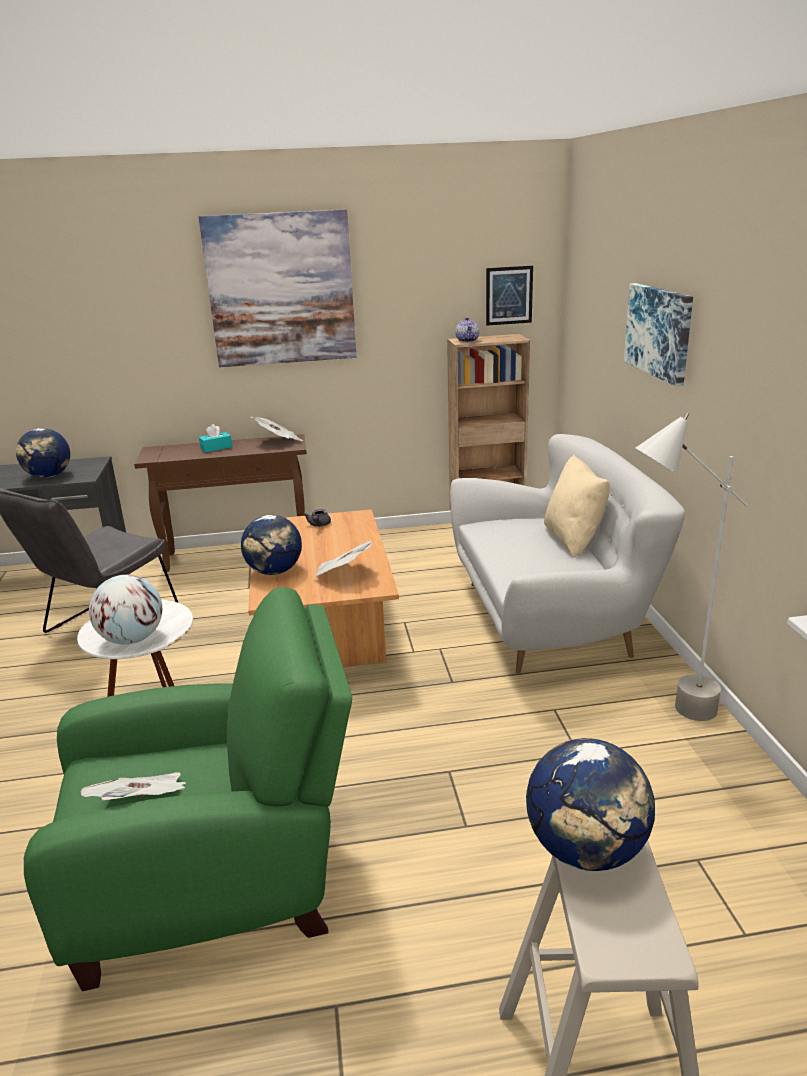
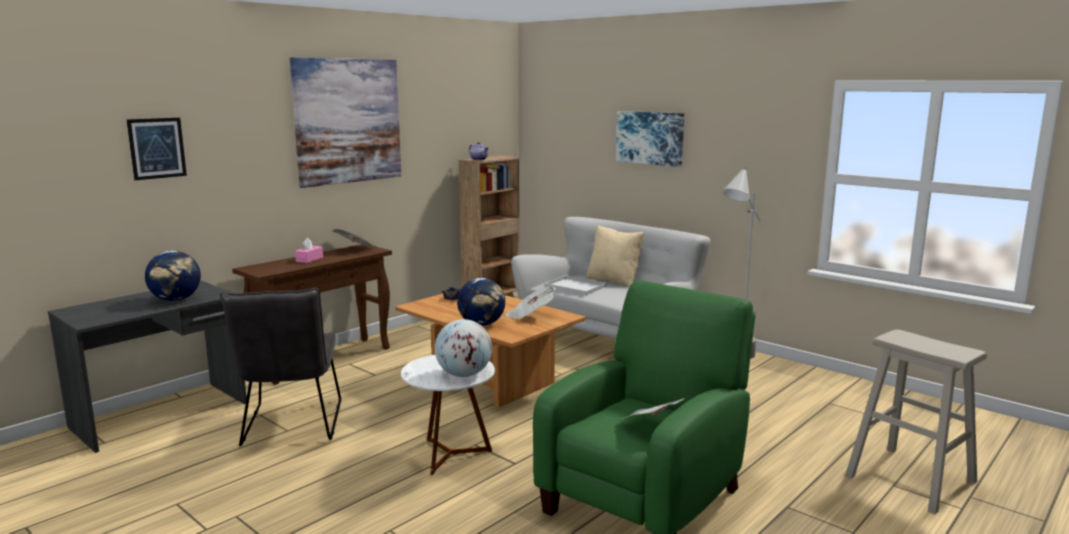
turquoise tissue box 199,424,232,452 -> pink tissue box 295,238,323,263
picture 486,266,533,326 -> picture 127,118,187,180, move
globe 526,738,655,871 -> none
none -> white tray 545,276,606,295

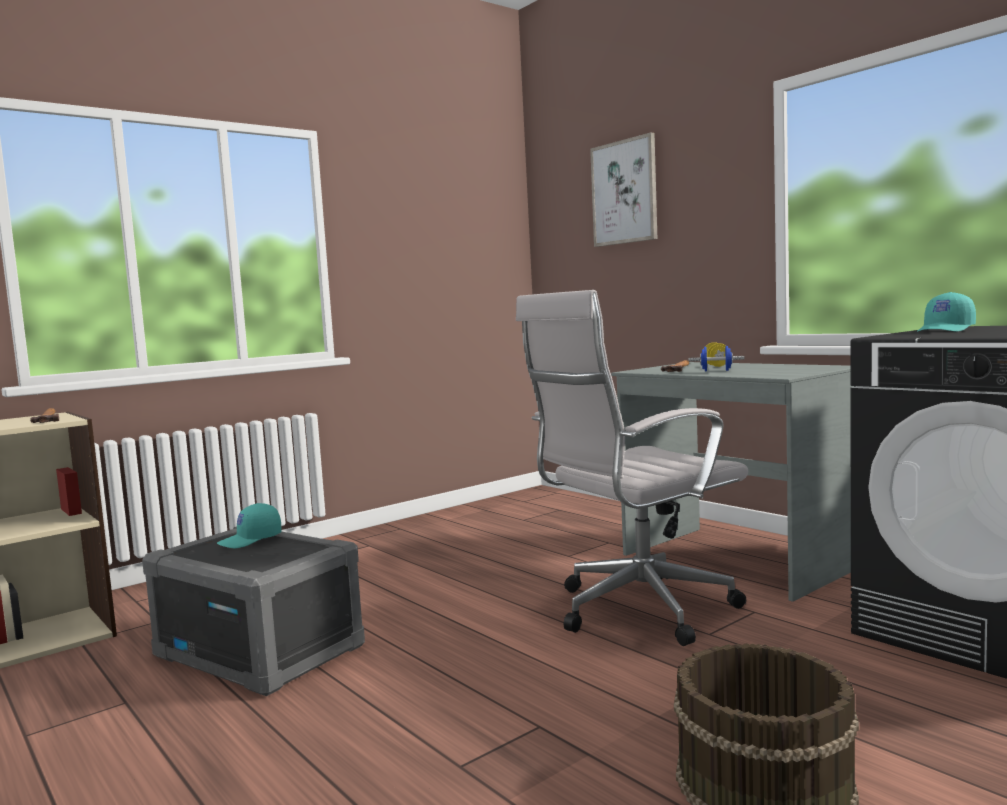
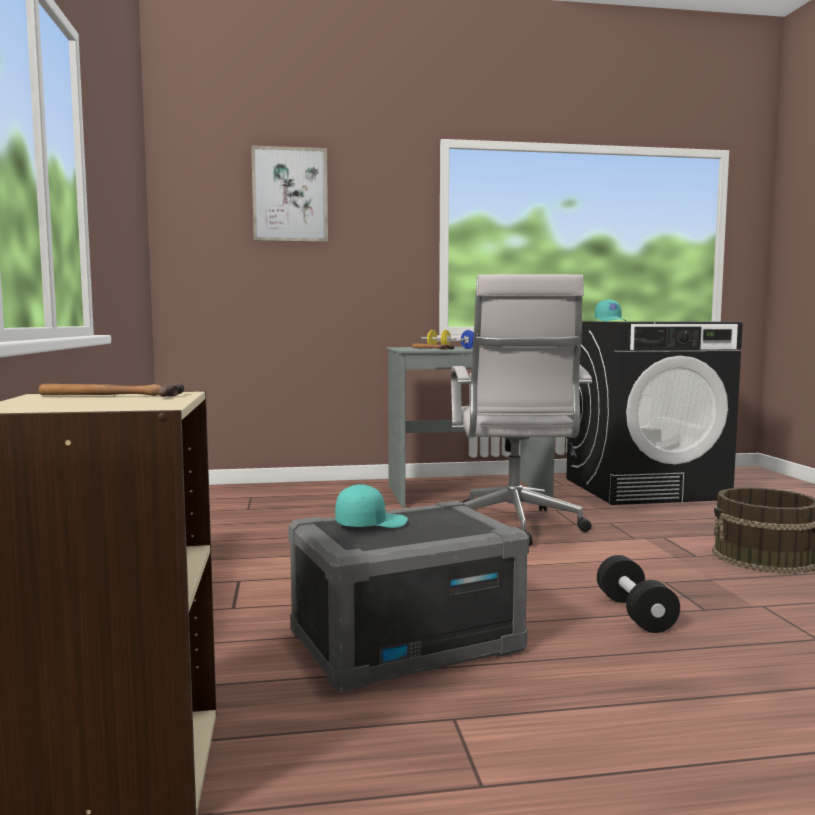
turquoise cap 217,503,282,548 -> turquoise cap 335,484,408,528, 105 degrees counterclockwise
none -> black dumbbell 597,555,680,633

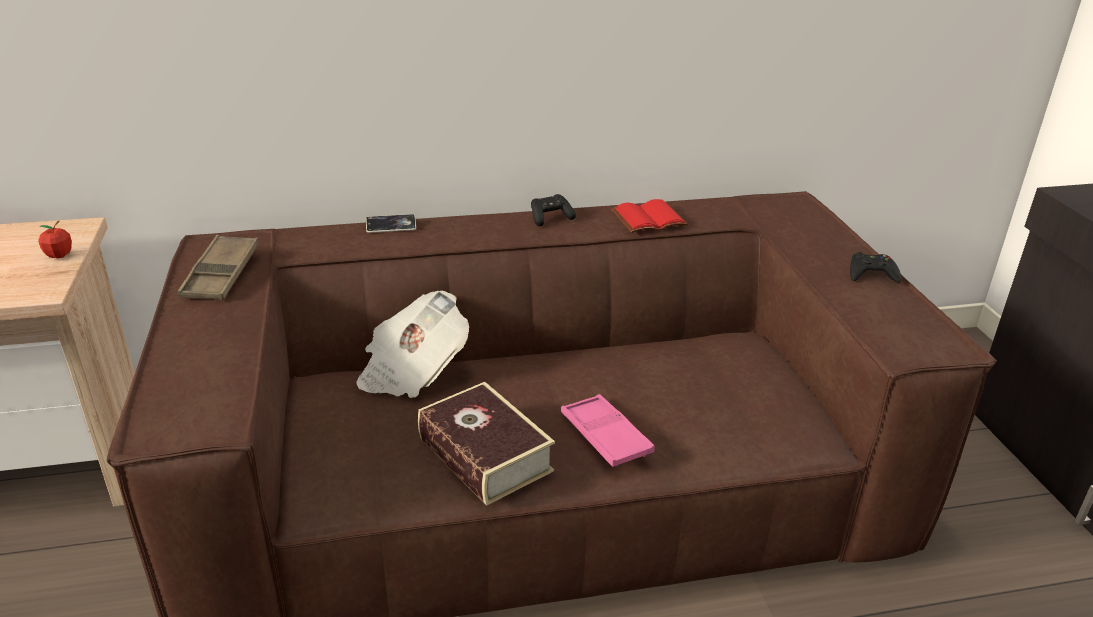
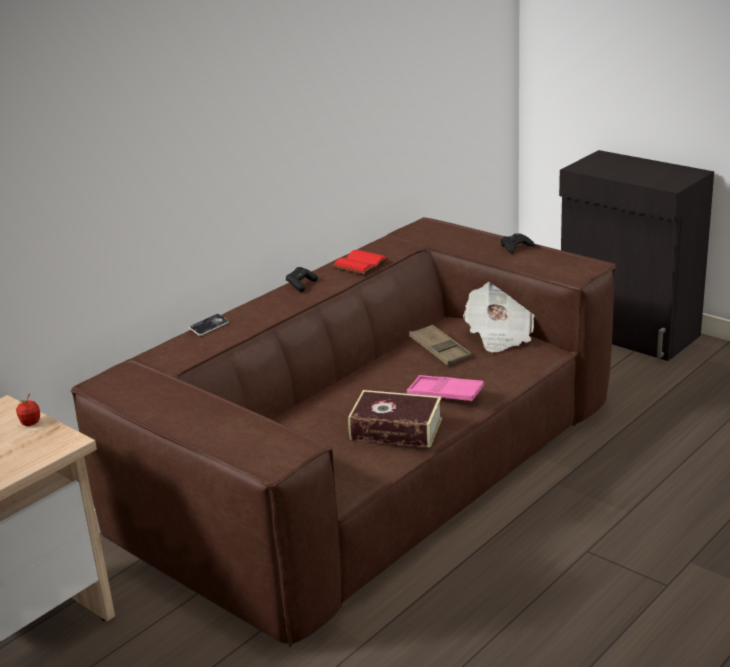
brown tray 178,235,259,300 -> brown tray 409,324,472,366, move
newspaper 356,291,469,398 -> newspaper 463,282,534,353, move

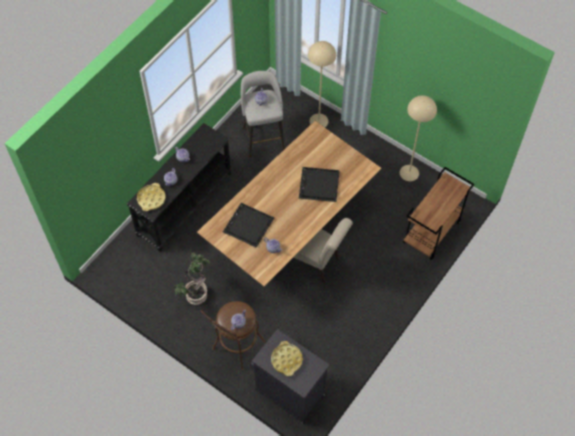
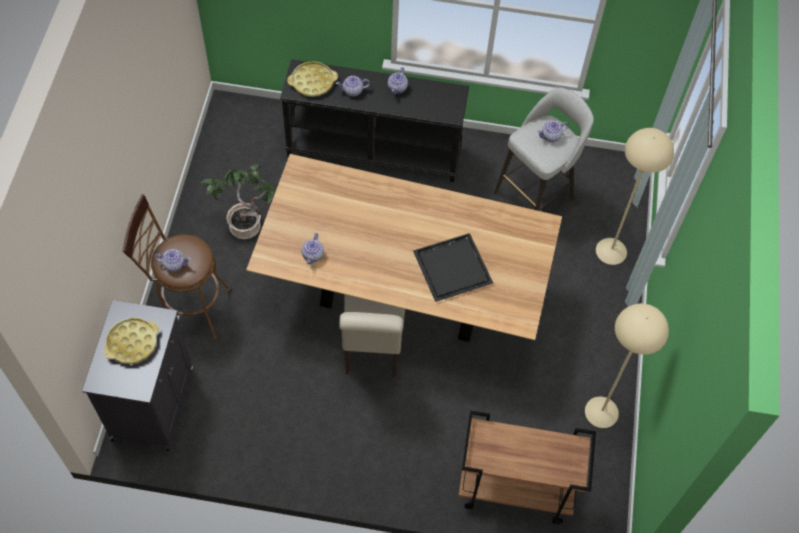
black tray 223,203,274,248 -> none

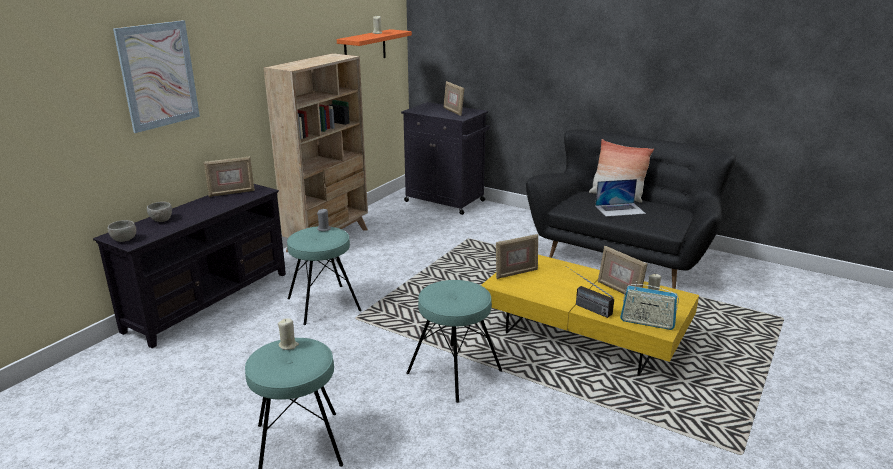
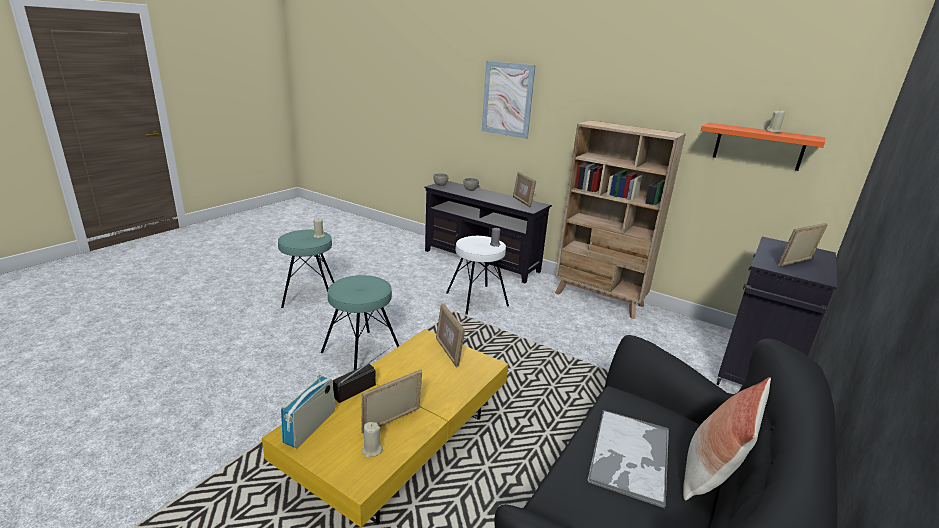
turquoise stool 287,226,362,325 -> white stool 446,236,509,315
laptop 595,179,646,217 -> tray 587,410,669,508

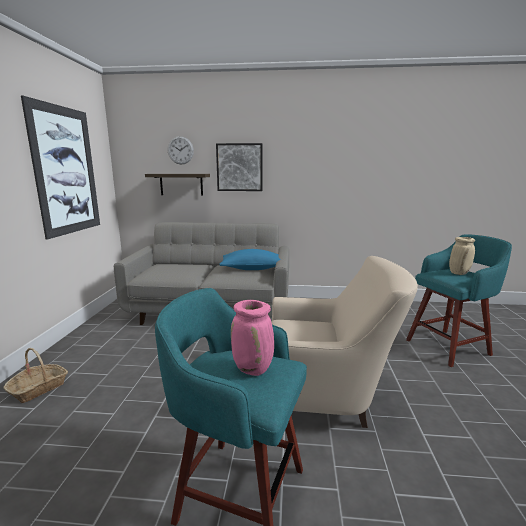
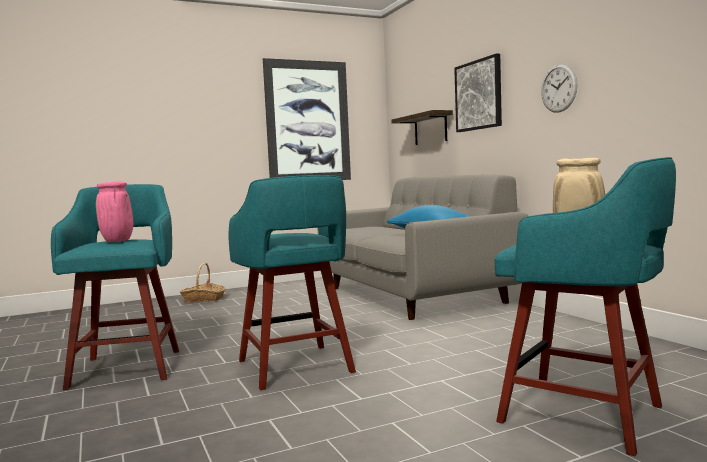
wall clock 168,136,194,165 -> wall clock 541,64,578,113, move
beige armchair 271,256,418,428 -> turquoise stool 229,175,356,390

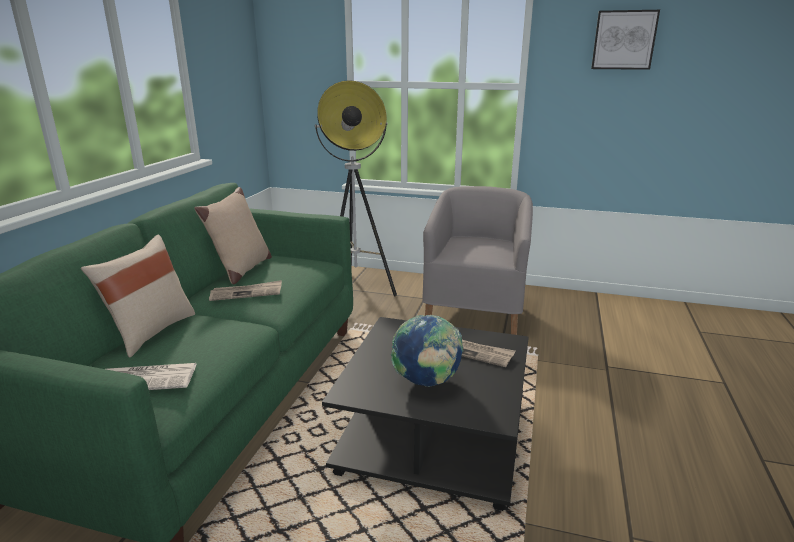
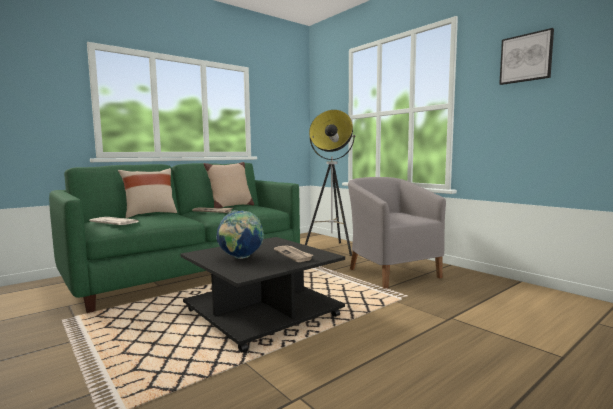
grey armchair 422,186,533,335 -> grey armchair 348,177,446,289, 75 degrees counterclockwise

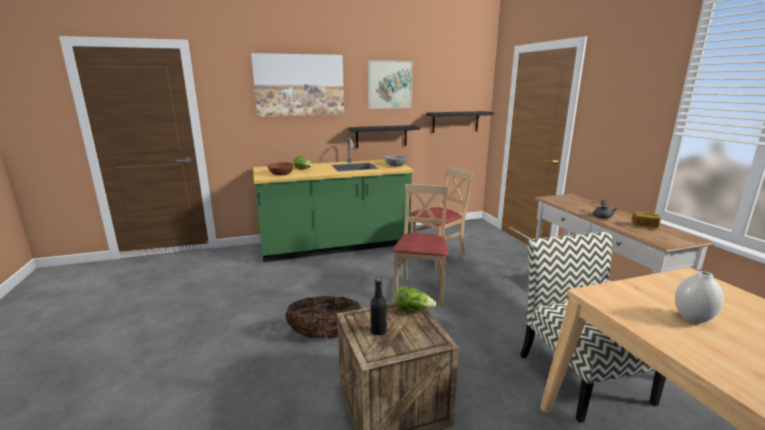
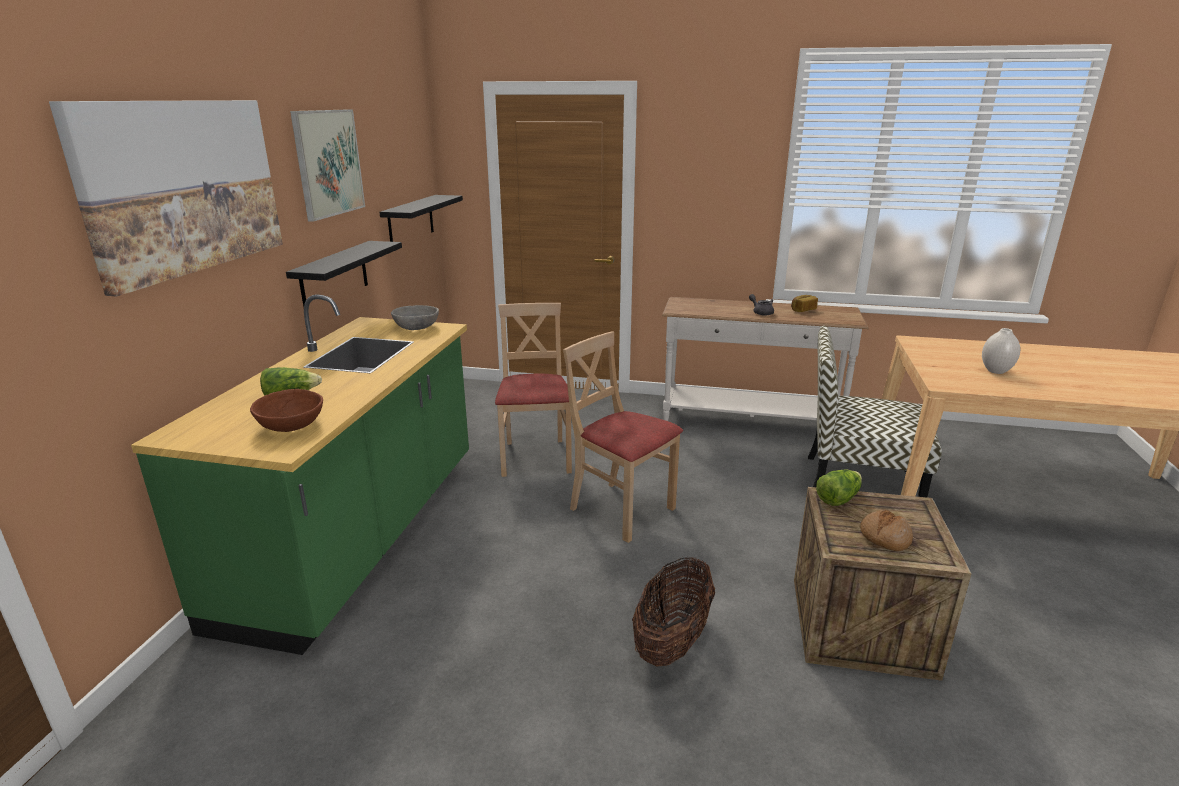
black bottle 370,279,387,335 -> bread 860,510,913,551

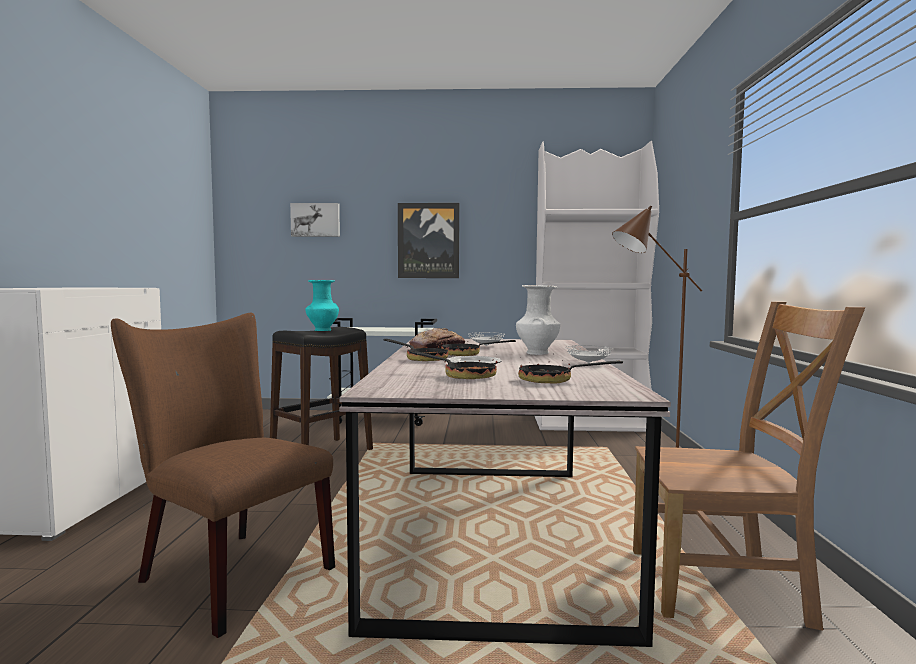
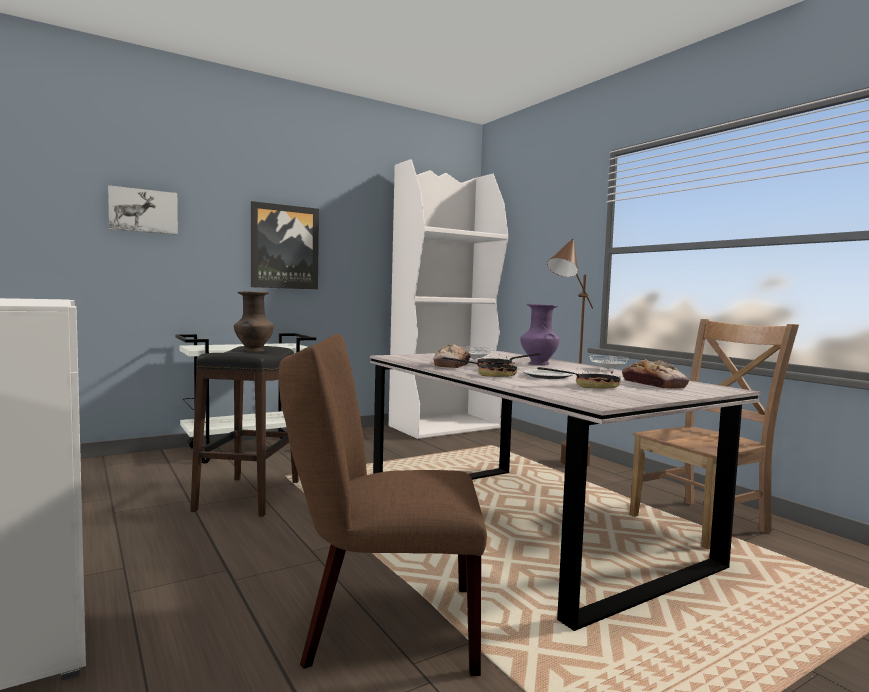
turquoise vase 305,280,339,331 -> brown vase 234,291,274,352
white vase 516,285,560,355 -> purple vase 520,304,560,365
frying pan 518,359,623,384 -> bread 622,359,689,389

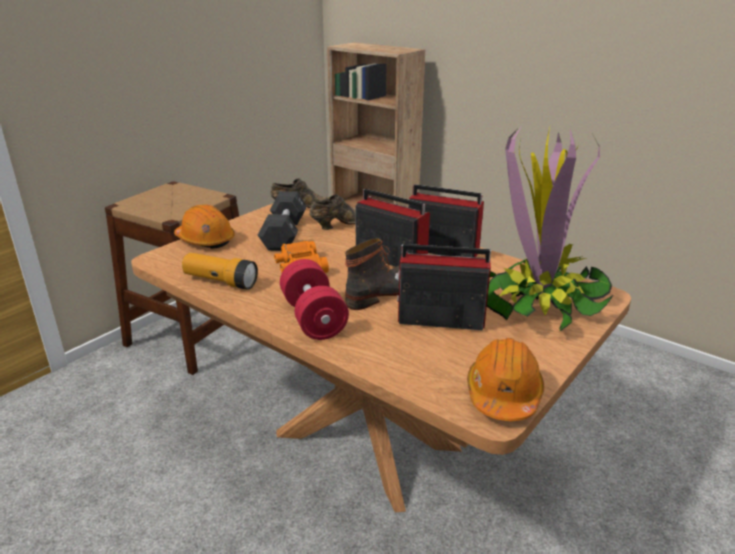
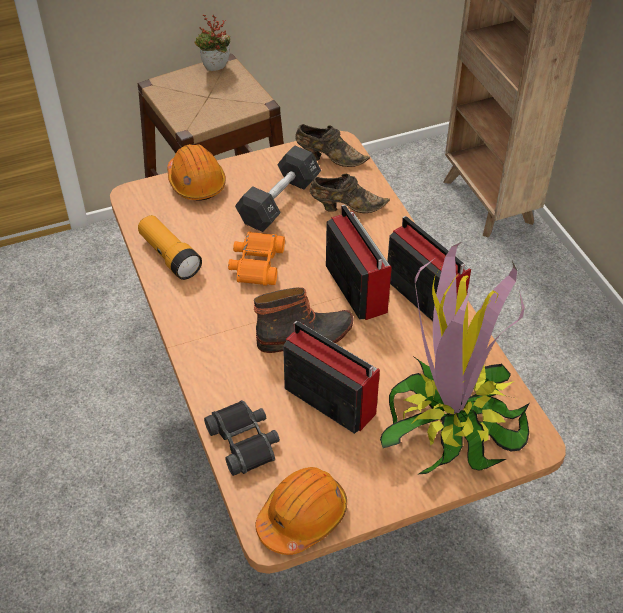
red dumbbell 280,259,349,340 -> none
none -> potted plant 195,15,230,71
none -> black binoculars 204,400,280,476

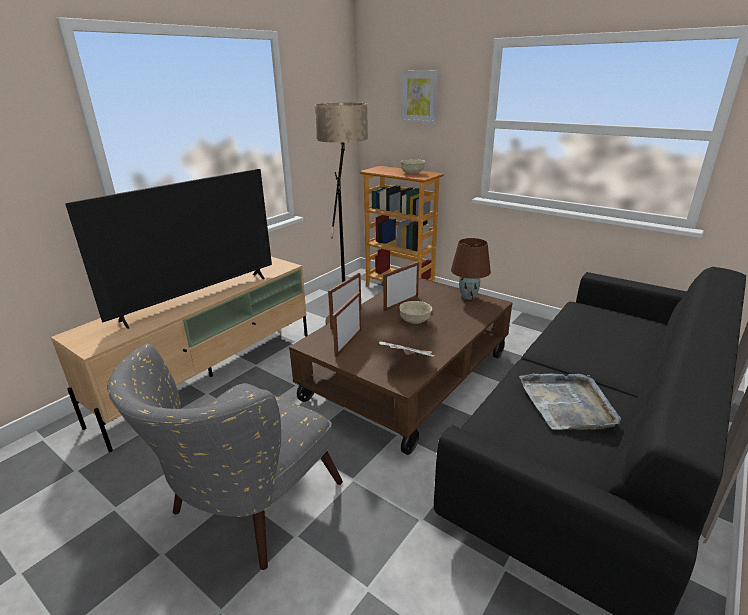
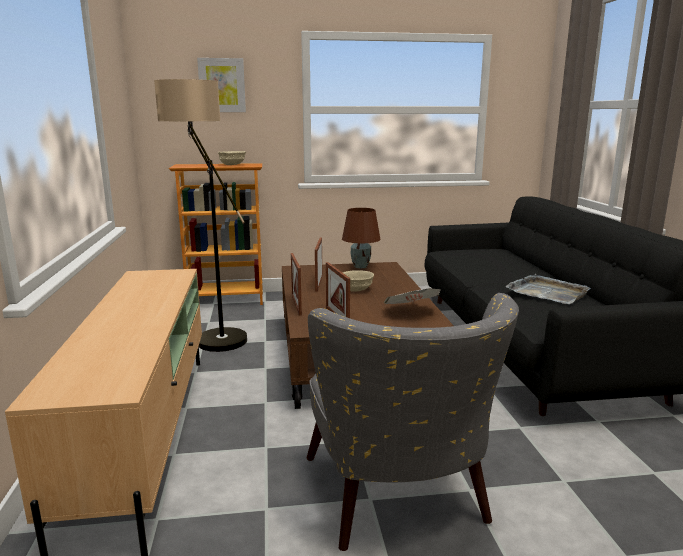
television 65,169,272,329 -> none

